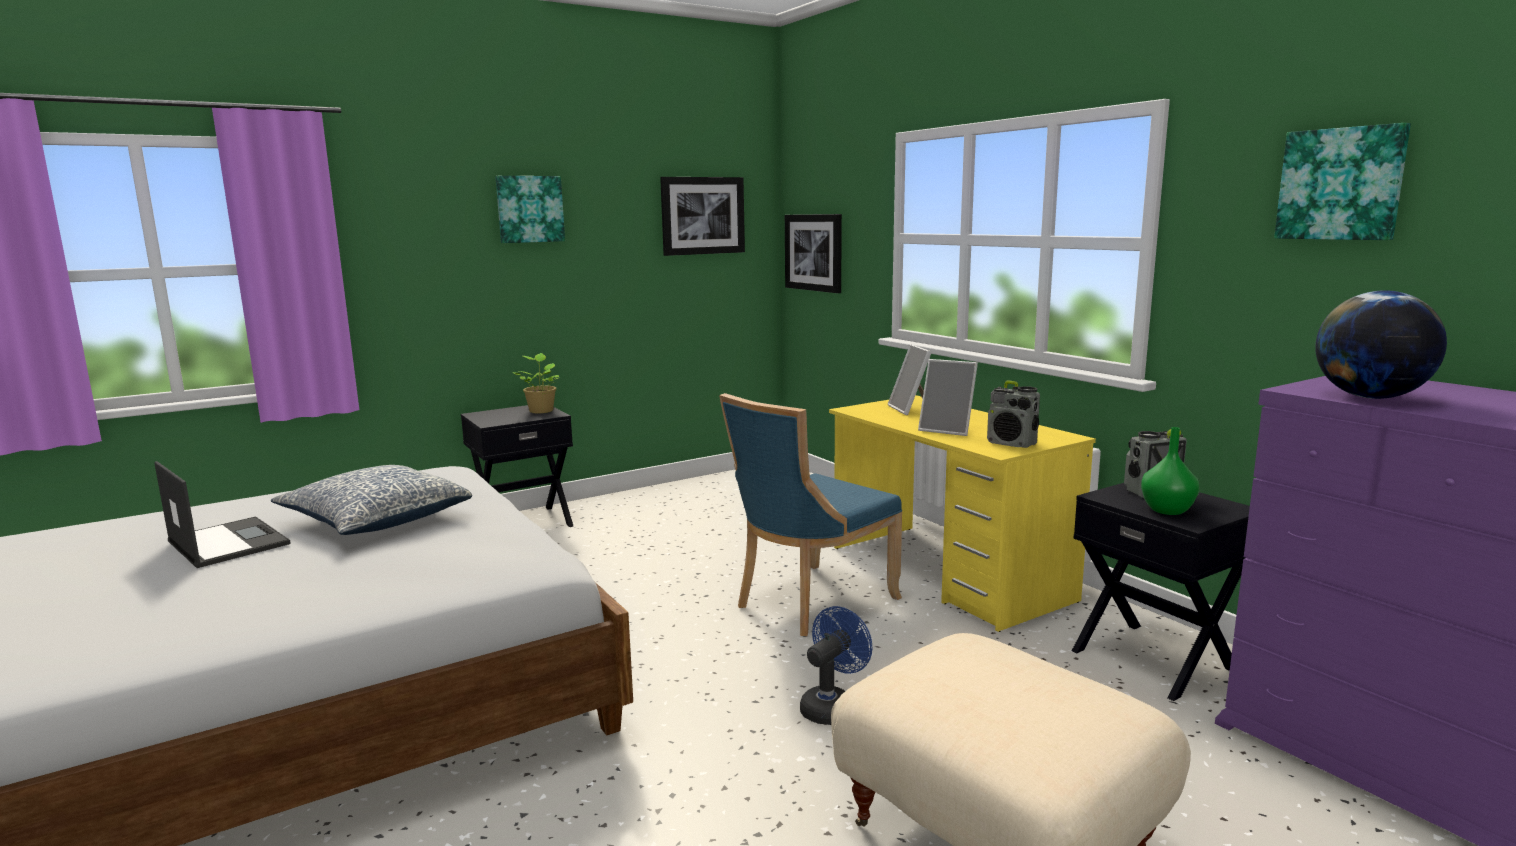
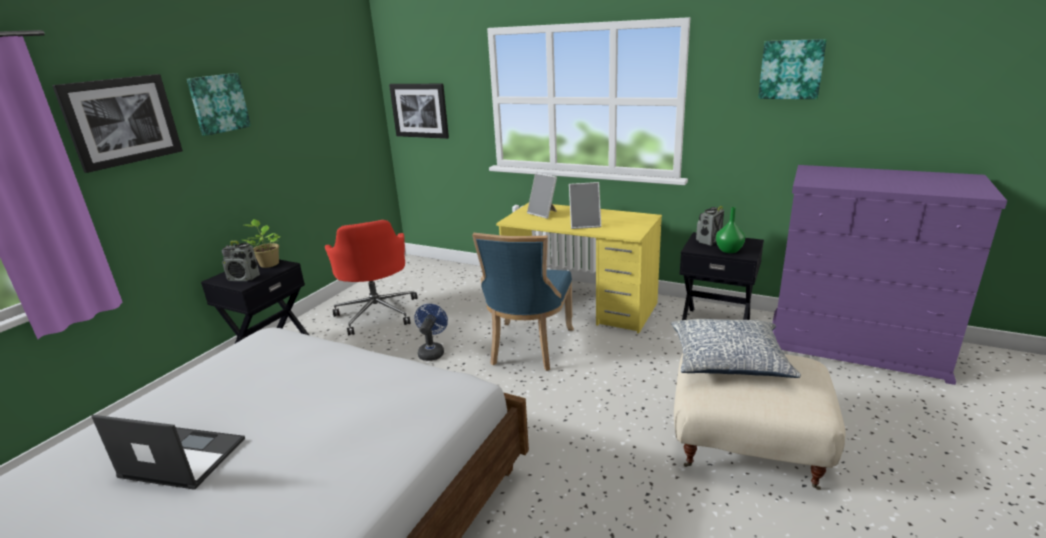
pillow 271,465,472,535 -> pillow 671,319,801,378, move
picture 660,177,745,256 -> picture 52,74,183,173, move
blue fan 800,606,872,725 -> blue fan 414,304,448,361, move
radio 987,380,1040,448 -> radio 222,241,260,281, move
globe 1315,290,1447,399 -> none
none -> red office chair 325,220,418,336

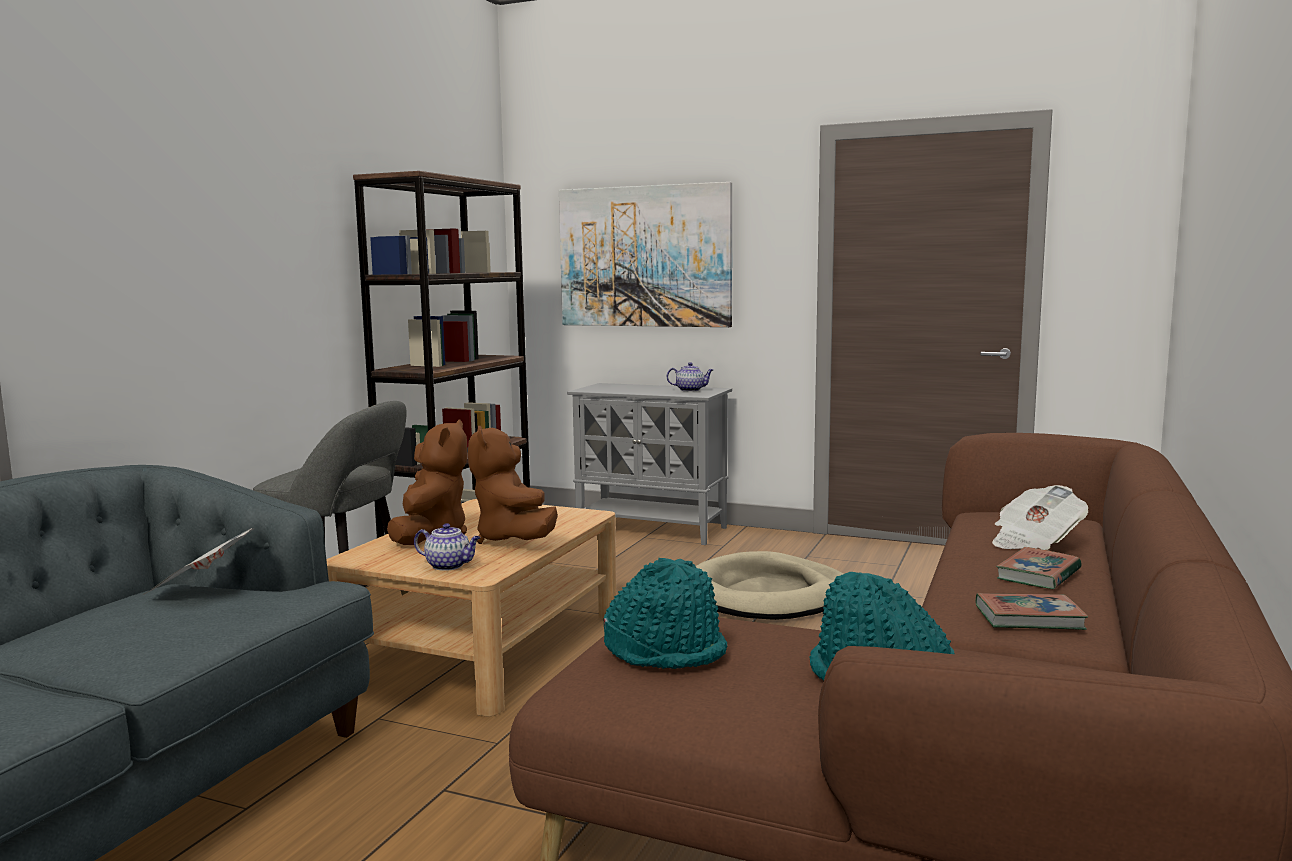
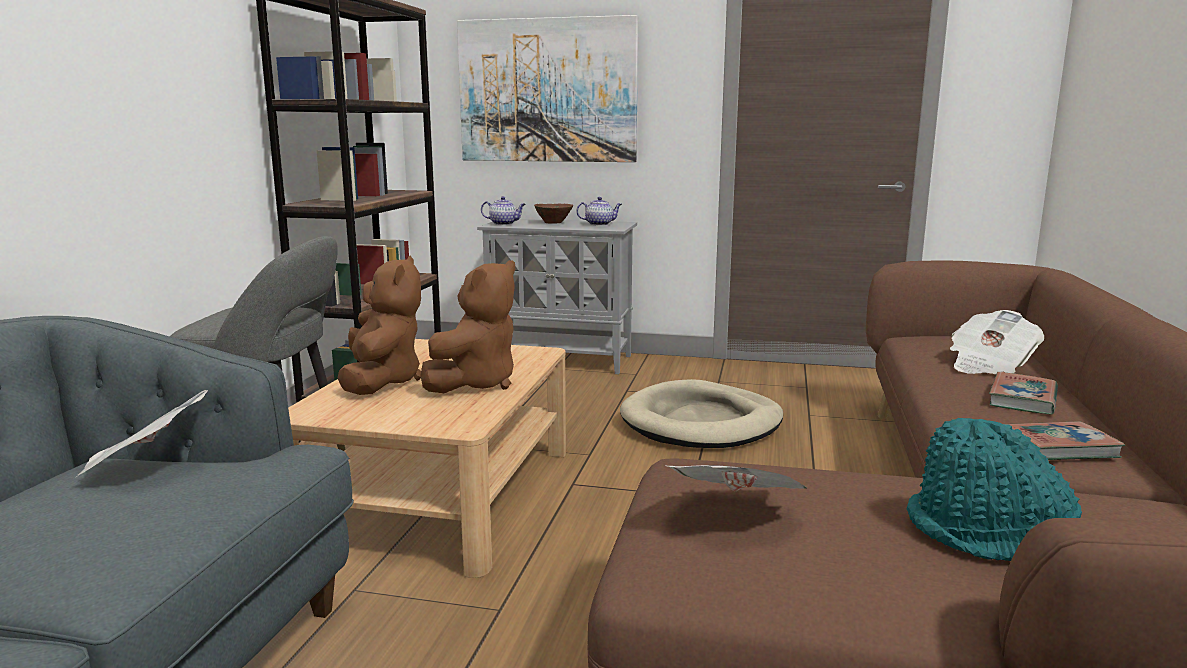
teapot 414,523,481,571 -> teapot 481,196,526,225, move
brown plush toy 468,426,558,544 -> brown plush toy 421,260,515,393, 120 degrees counterclockwise
turquoise hat 603,558,727,669 -> newspaper 668,465,807,491
none -> brown bowl 534,204,573,224

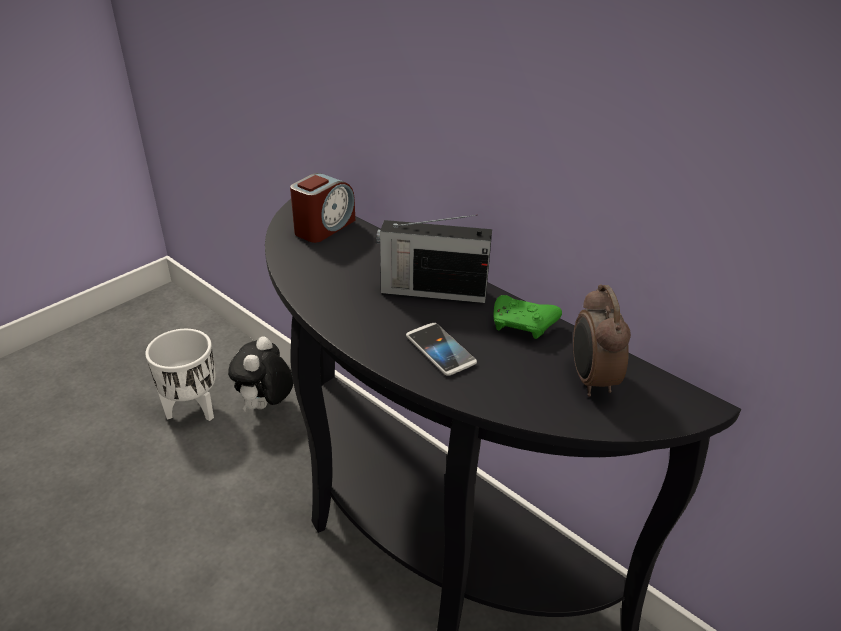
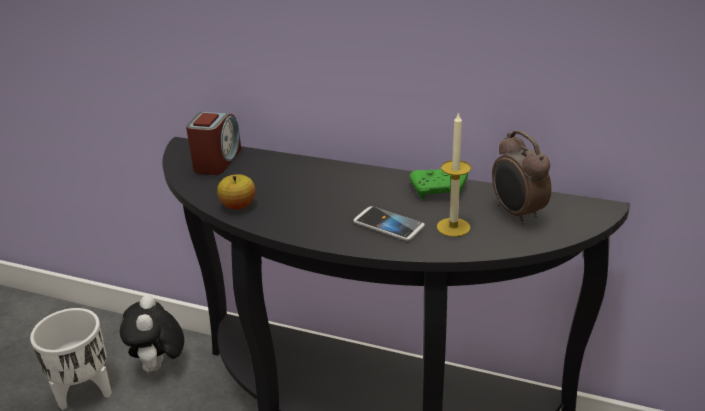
radio 376,215,492,303 -> none
none -> apple 217,174,255,209
none -> candle 437,112,471,237

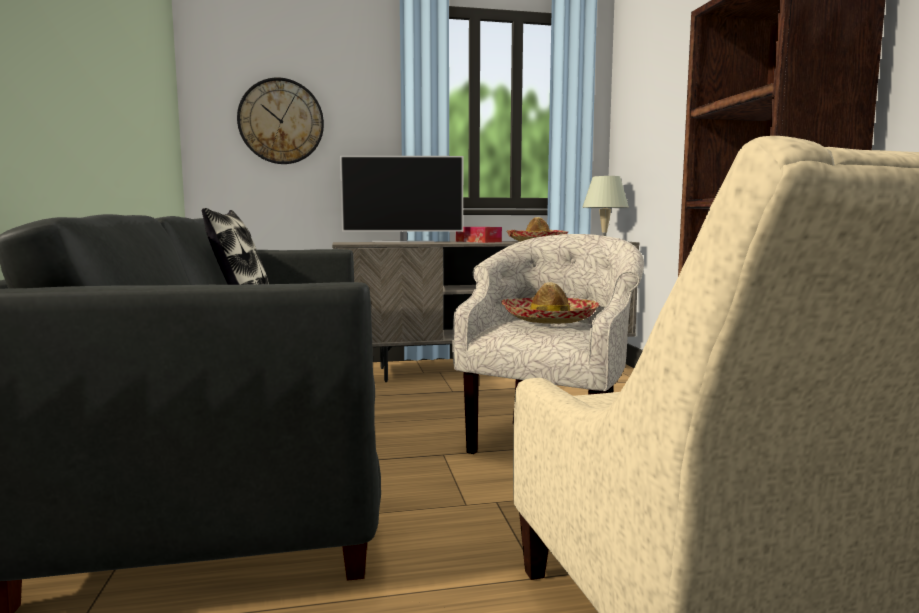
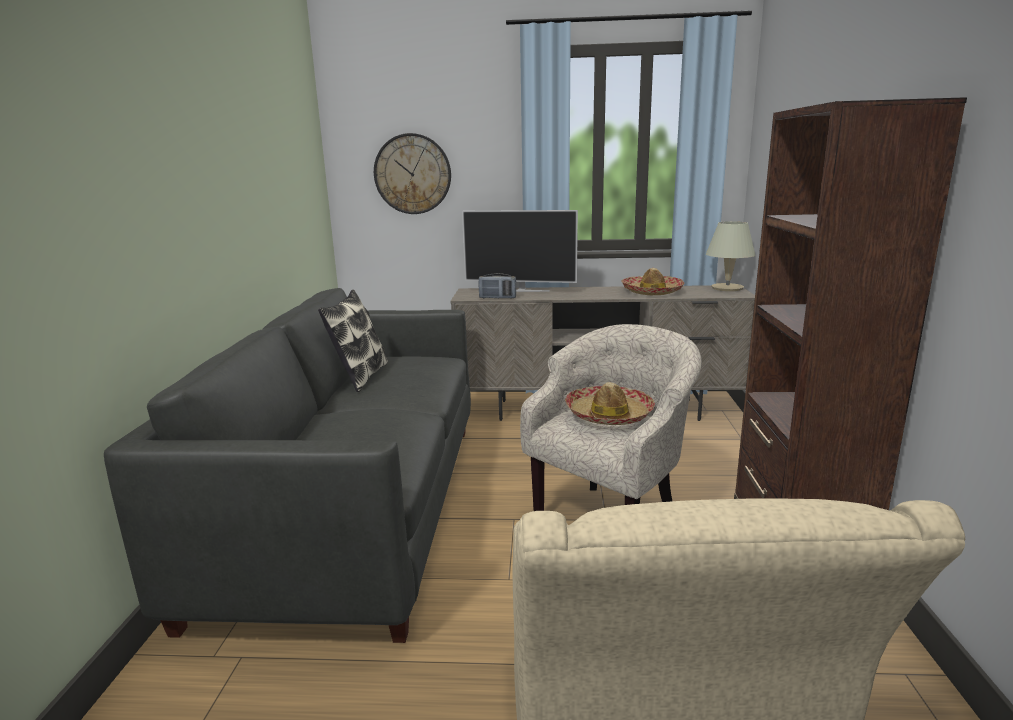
tissue box 456,227,502,243 -> none
none -> radio 479,273,516,298

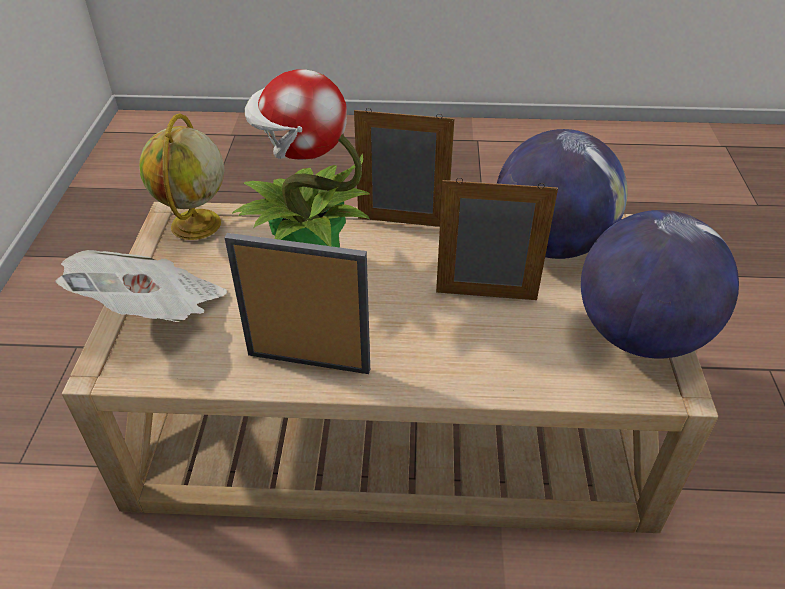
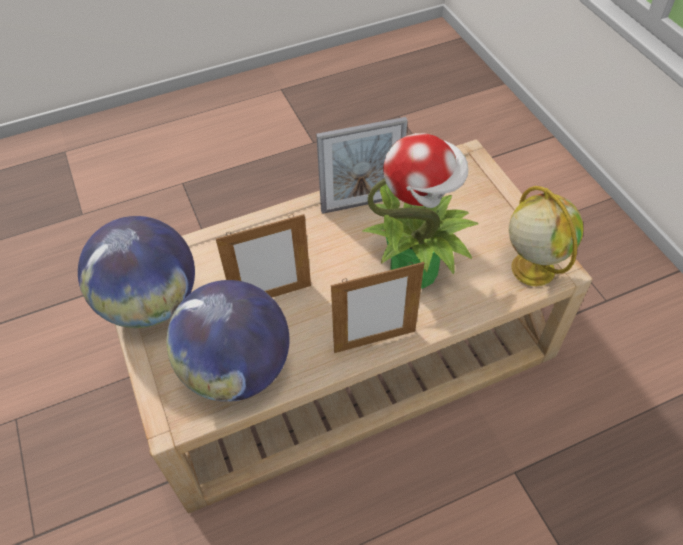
newspaper 55,250,228,322 -> none

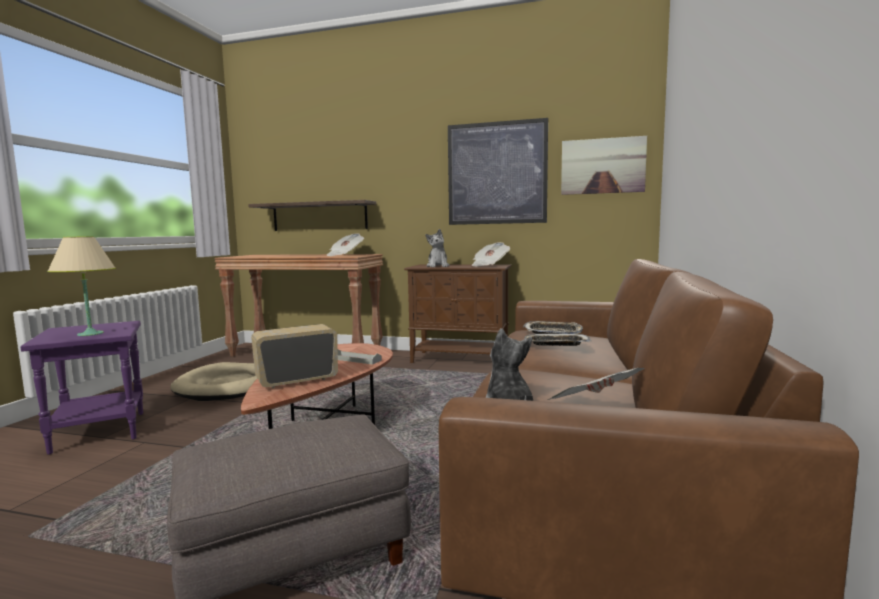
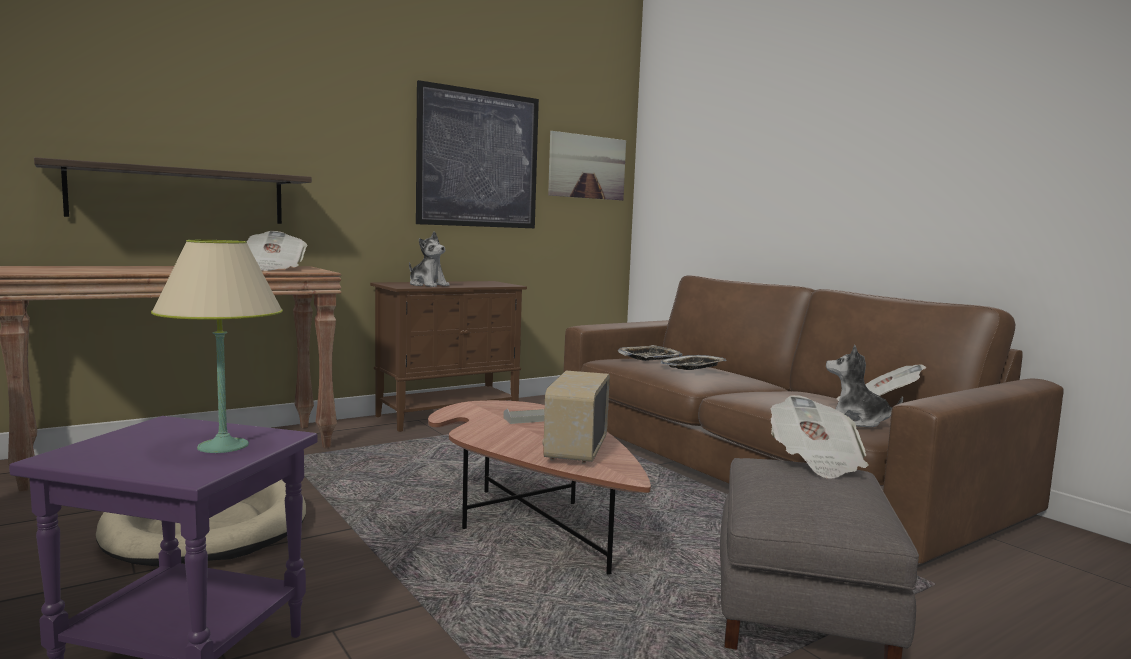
newspaper 472,242,510,267 -> newspaper 771,395,869,479, move

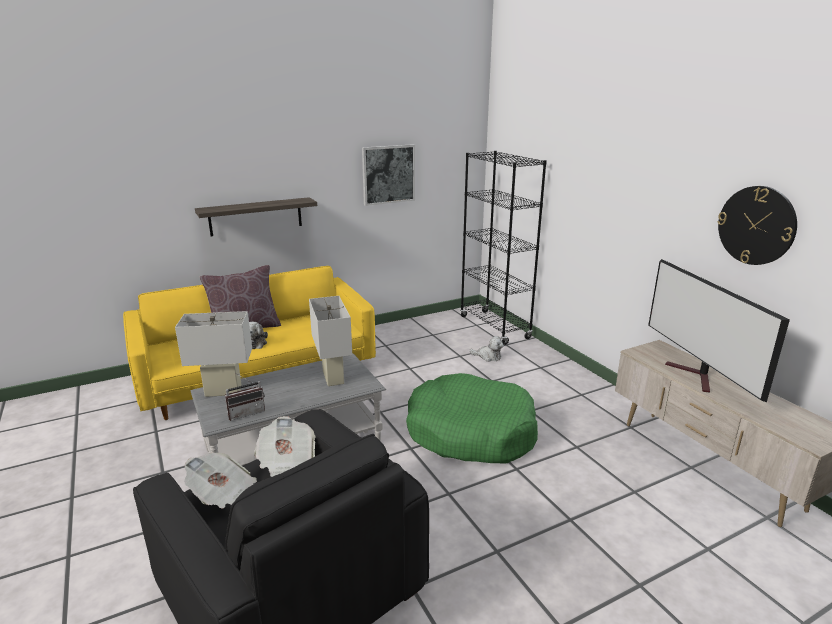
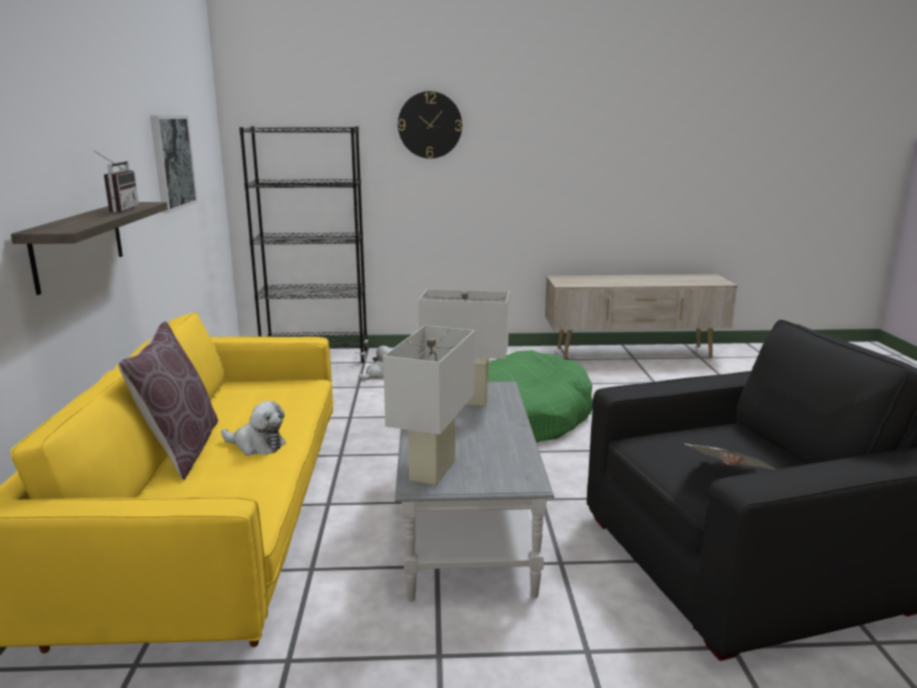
radio 225,373,265,421 -> radio 93,150,139,213, move
newspaper 254,416,316,477 -> none
television 648,259,790,402 -> none
wall clock 717,186,797,265 -> wall clock 398,91,462,159, move

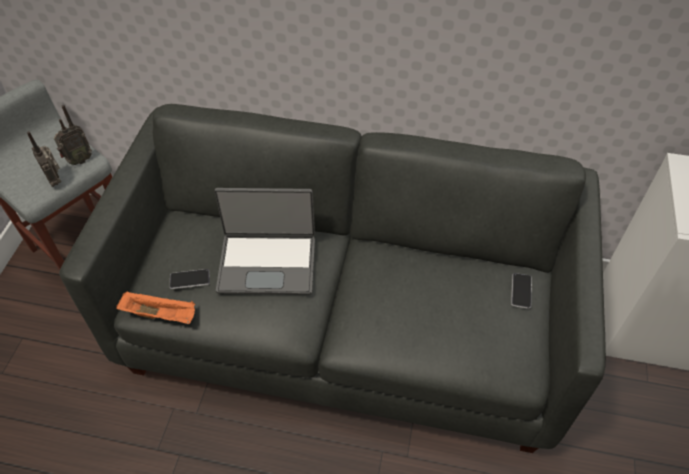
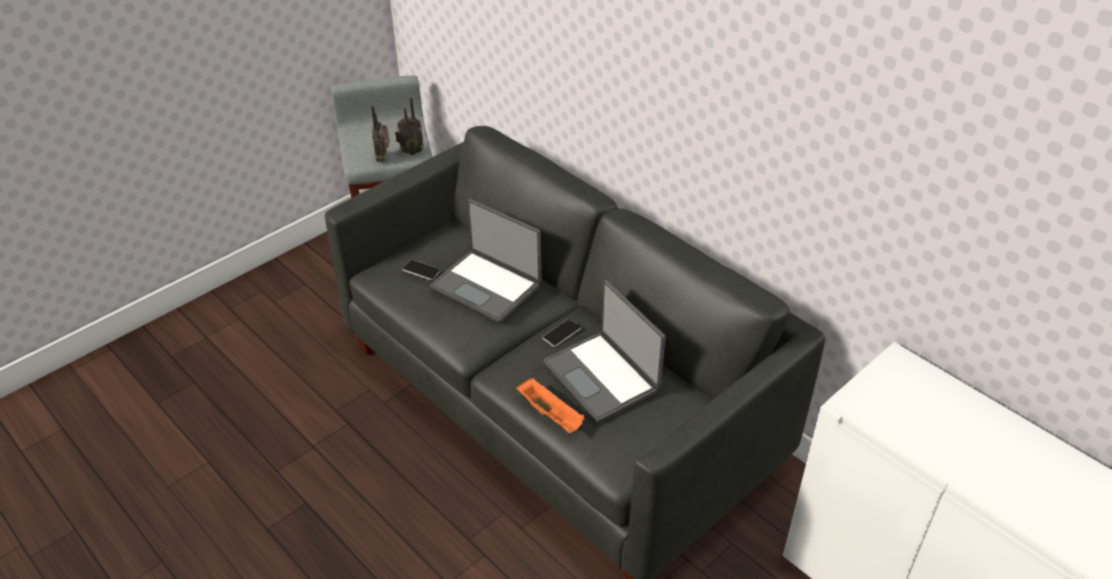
orange tray 116,291,195,324 -> orange tray 516,378,585,433, move
phone 511,273,532,309 -> phone 542,319,581,347, move
none -> laptop 544,280,666,423

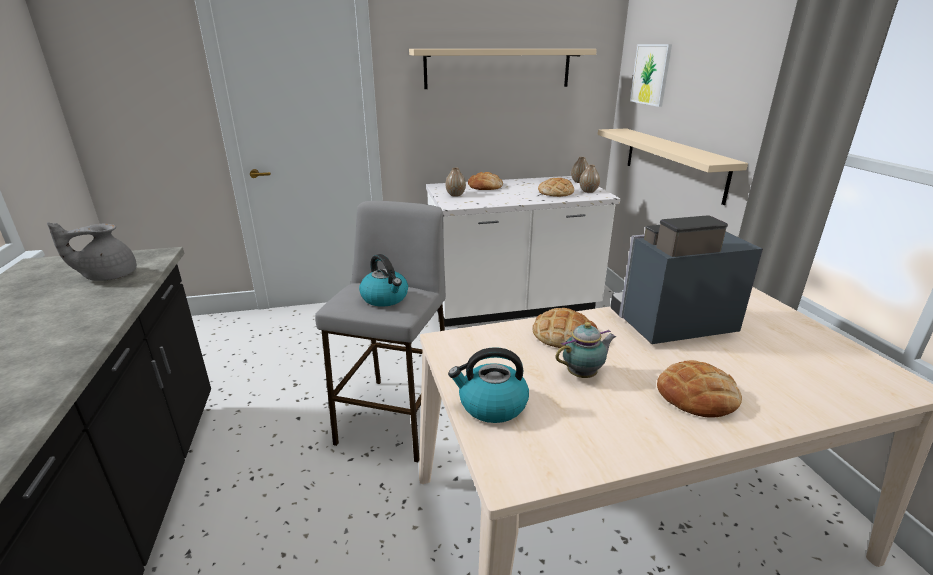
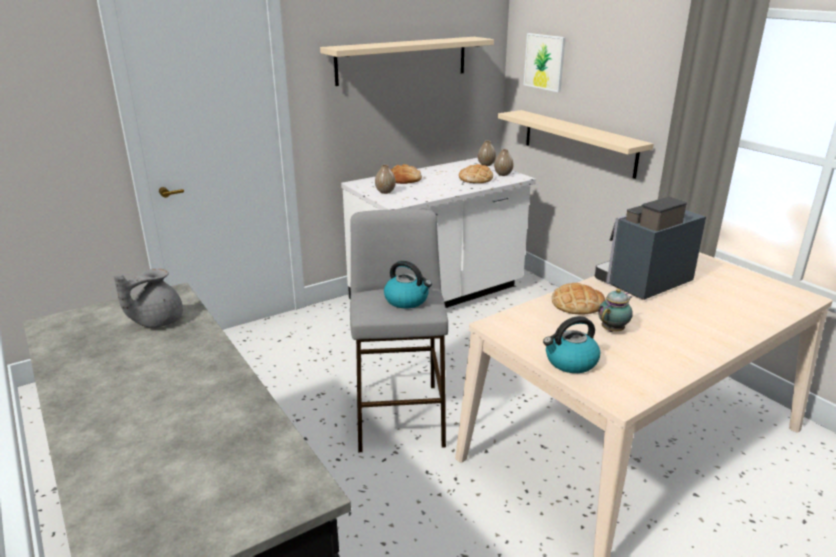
bread 657,360,742,418 -> none

